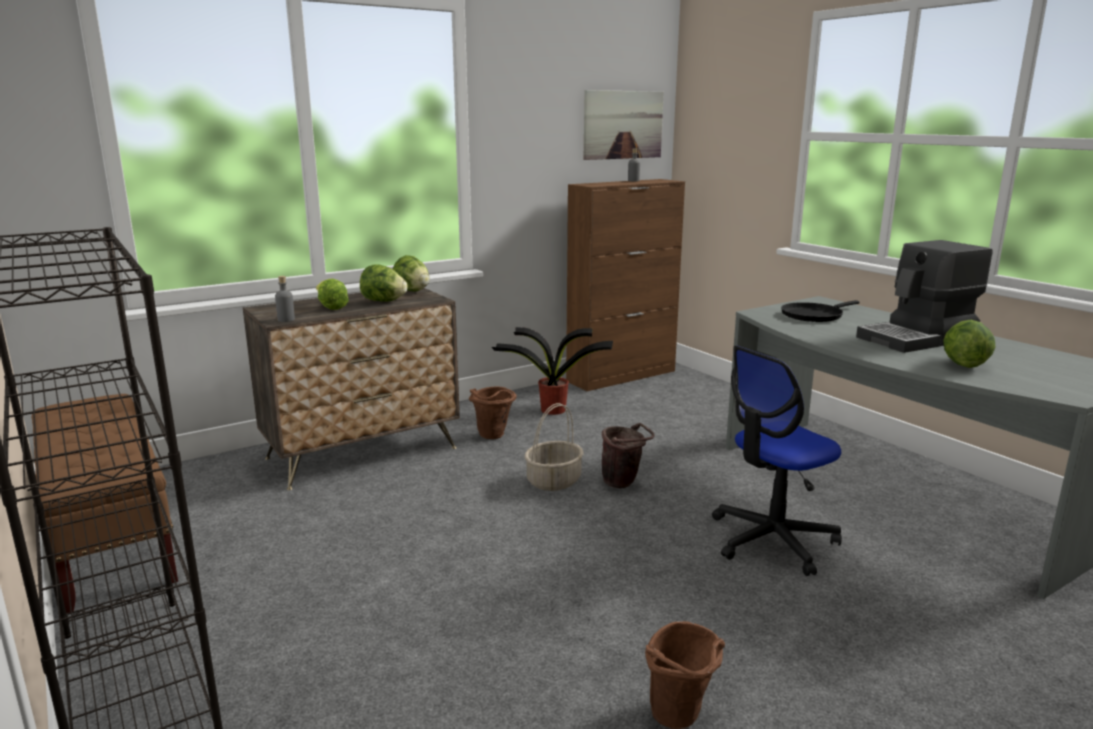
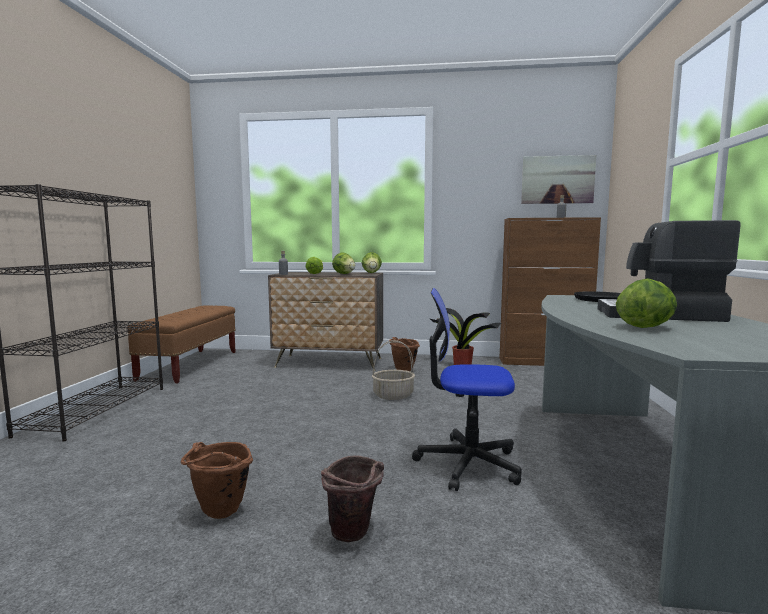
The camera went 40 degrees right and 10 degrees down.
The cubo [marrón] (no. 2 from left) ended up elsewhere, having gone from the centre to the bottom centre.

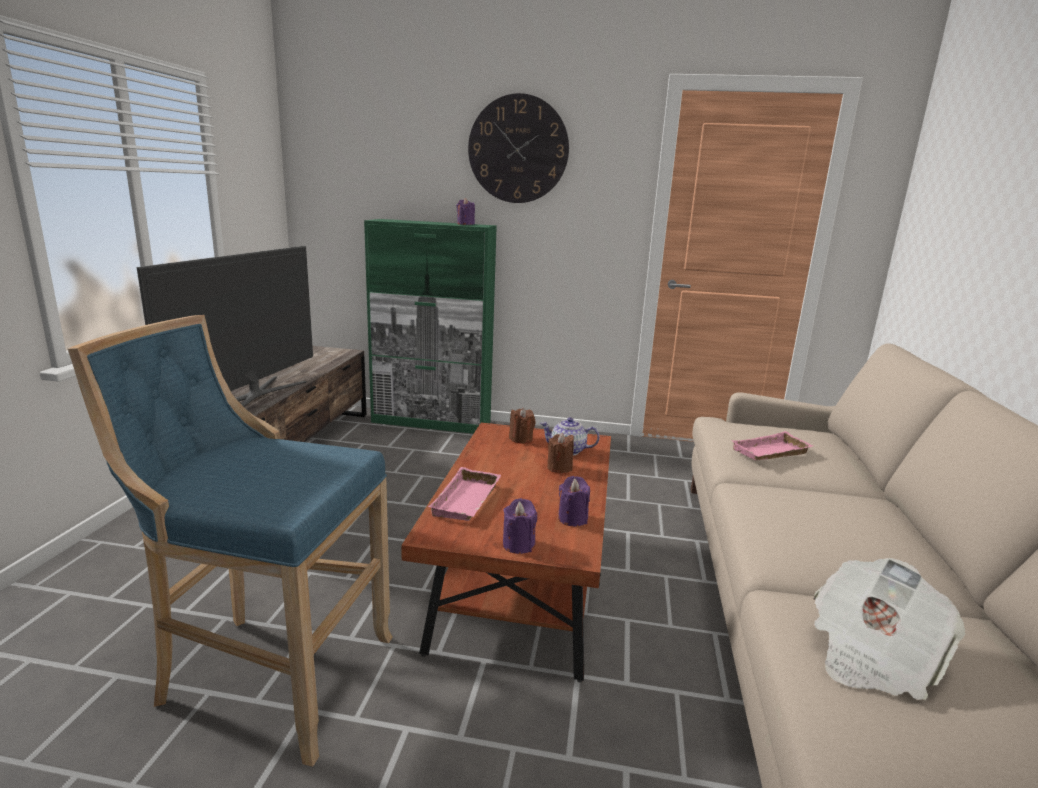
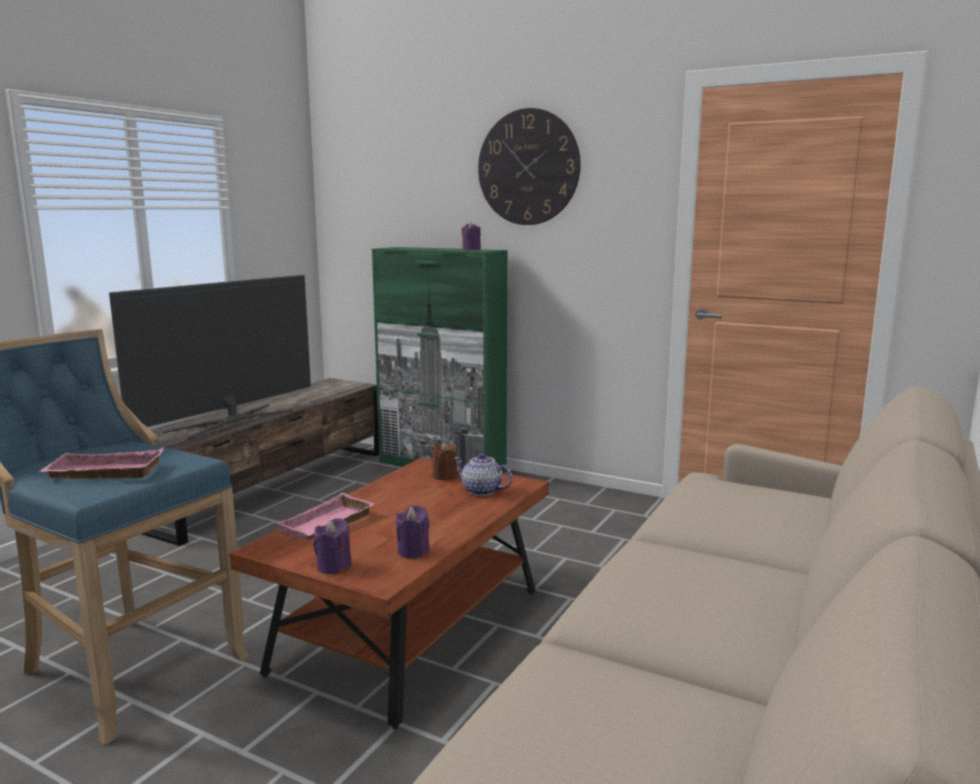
The camera went 20 degrees right and 5 degrees down.
The second view lost the vela [marrón] (no. 2 from left) at the centre.
The second view lost the periódico at the bottom right.
The bandeja [rosa] (no. 2 from left in the first image) ended up elsewhere, having gone from the middle right to the middle left.

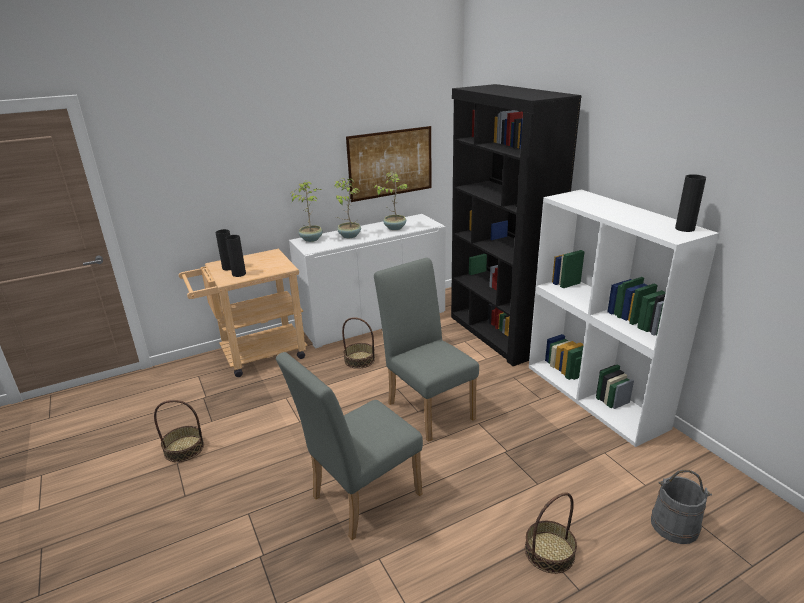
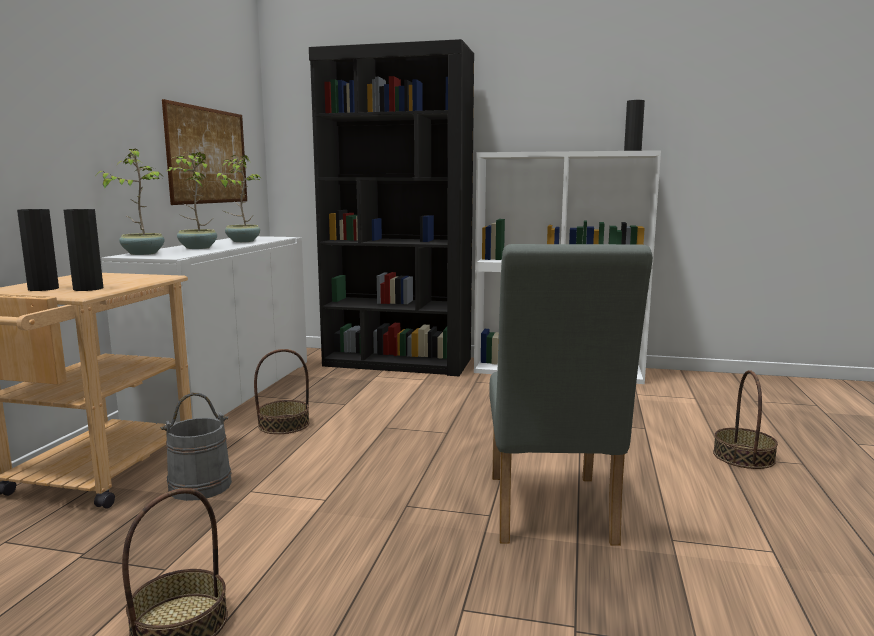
The camera went 50 degrees left and 15 degrees down.
The second view lost the silla [gris] (no. 2 from left) at the centre.
The cubo [gris] ended up elsewhere, having gone from the bottom right to the bottom left.

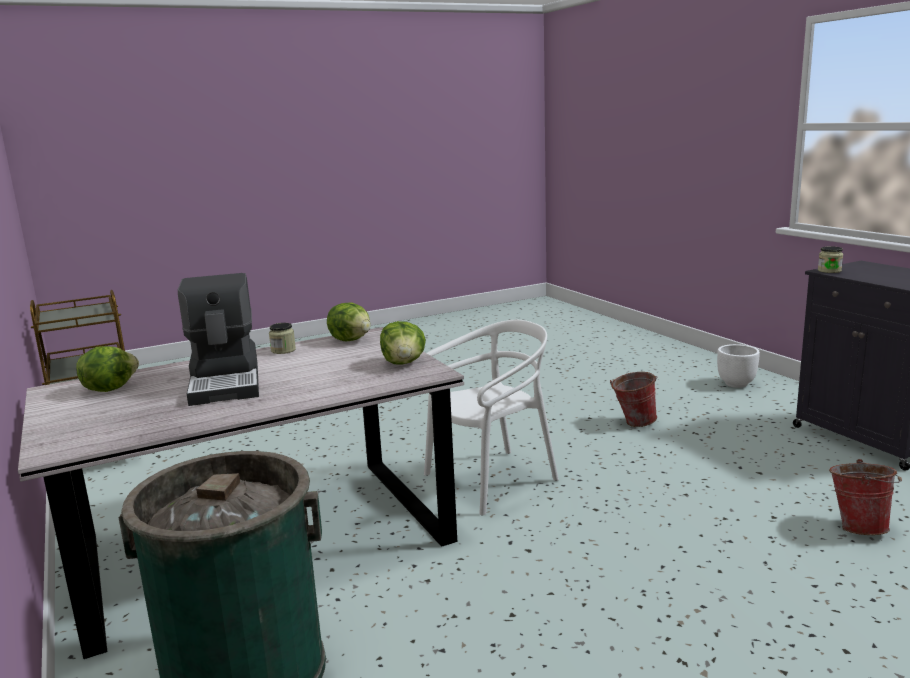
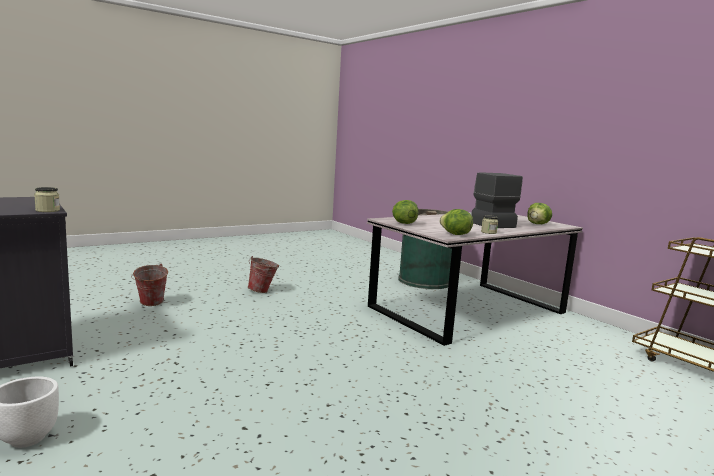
The camera went 170 degrees right and 5 degrees down.
The second view lost the silla [blanco] at the centre.
The cubo (no. 1 from left in the first image) ended up elsewhere, having gone from the middle right to the centre.

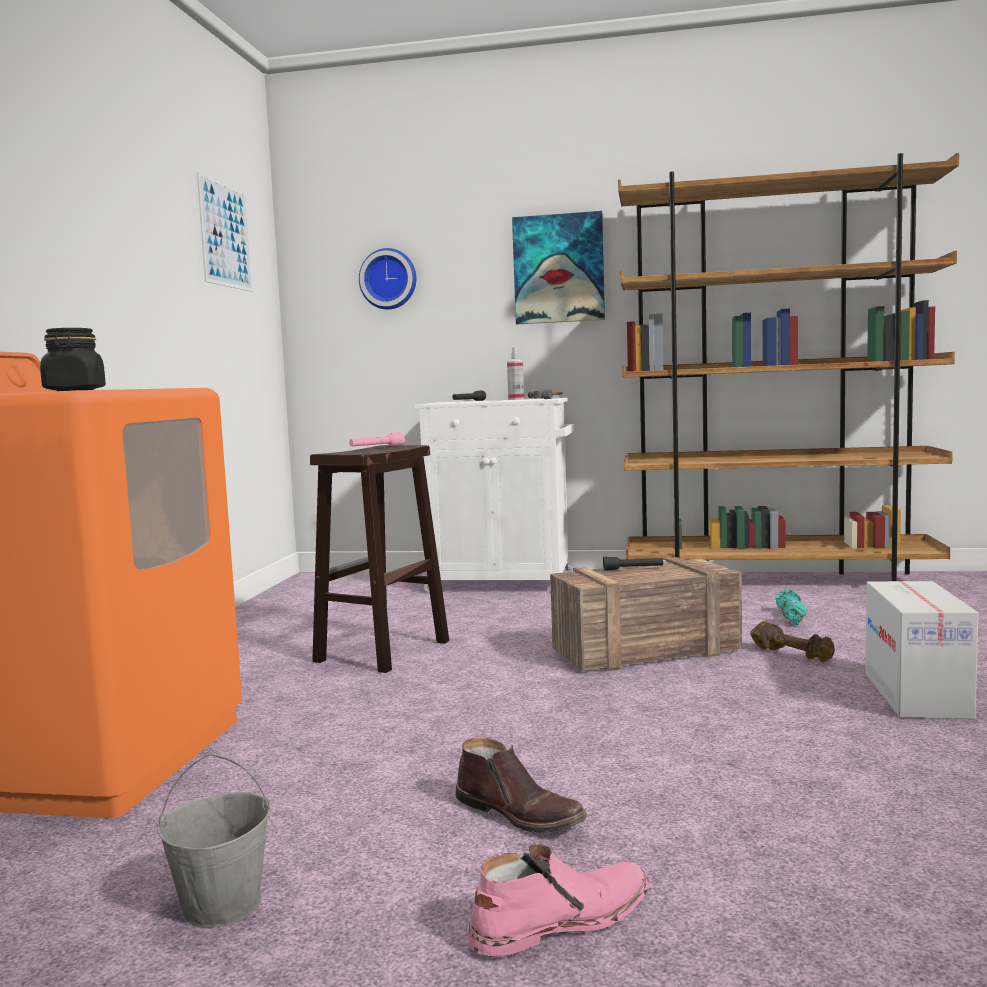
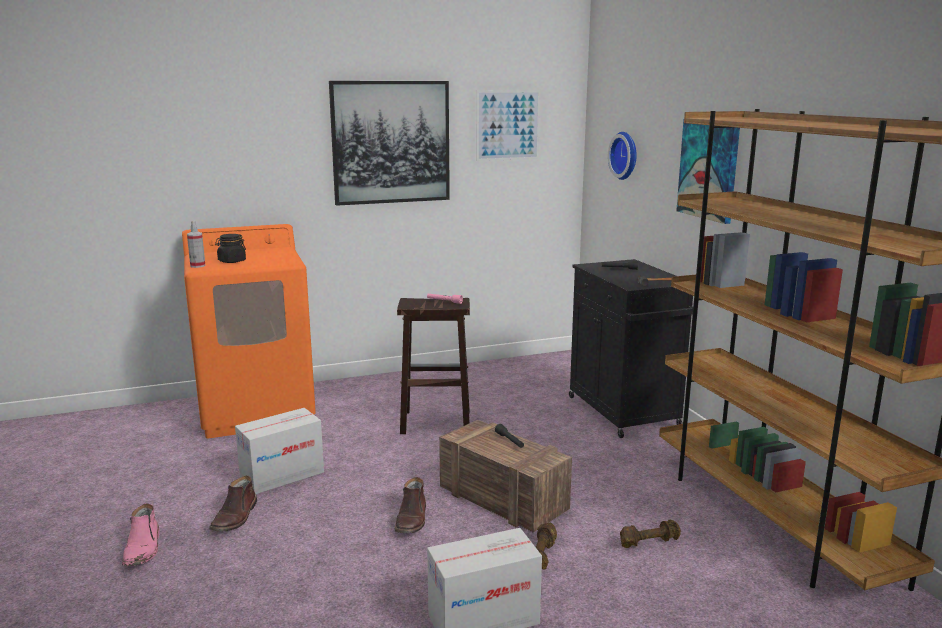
The camera went 60 degrees right and 10 degrees up.
The second view lost the cubo [gris] at the bottom left.
The second view gained the caja de cartón (no. 1 from left) at the bottom left.
The second view gained the cuadro (no. 1 from left) at the top centre.
The second view gained the bota [marrón] (no. 2 from left) at the bottom centre.
The pulverizador ended up elsewhere, having gone from the centre to the middle left.
What was the armario [blanco] at the centre turned into the armario [negro] at the middle right.
What was the mancuerna [turquesa] at the middle right turned into the mancuerna [marrón] (no. 2 from left) at the bottom right.
The bota [rosa] at the bottom centre ended up facing another way, 45 degrees clockwise from before.

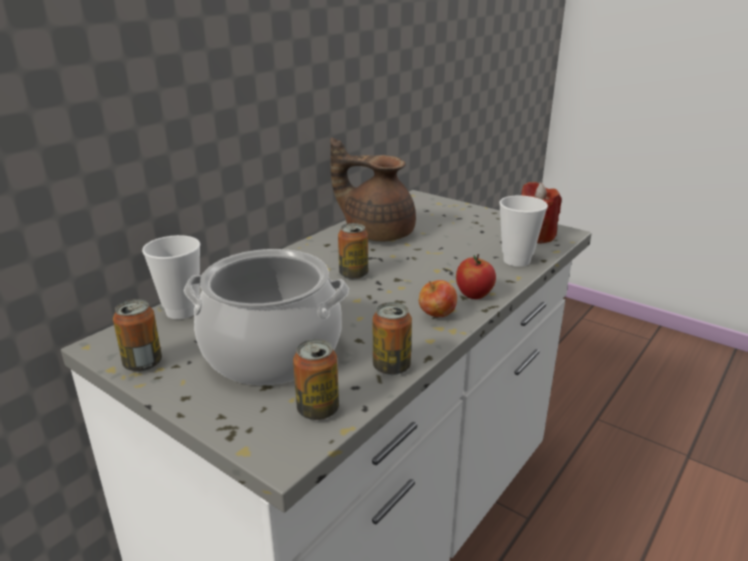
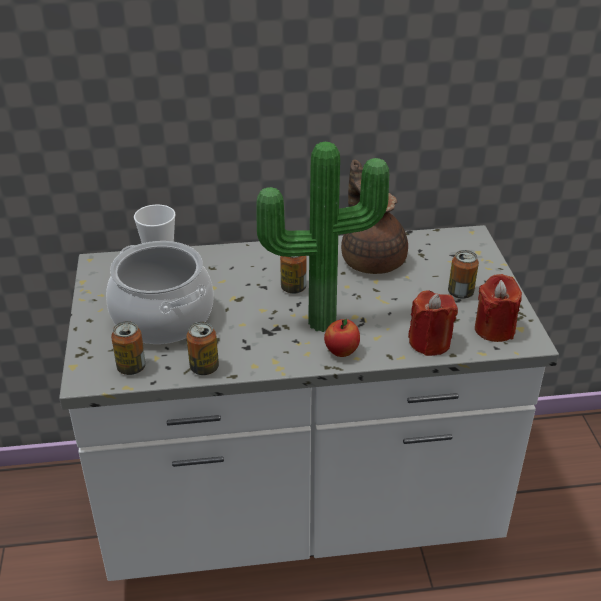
The camera went 45 degrees right and 10 degrees up.
The second view lost the manzana (no. 1 from left) at the centre.
The second view gained the planta en maceta at the centre.
The lata (no. 1 from left in the first image) ended up elsewhere, having gone from the middle left to the middle right.
Where the taza (no. 2 from left) stood at the middle right, the vela [rojo] (no. 1 from left) came to stand at the middle right.

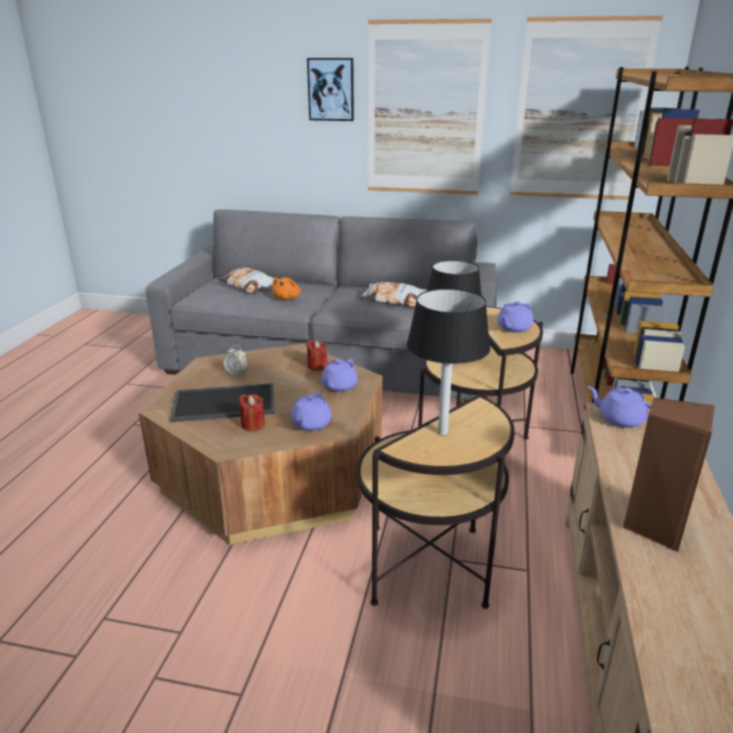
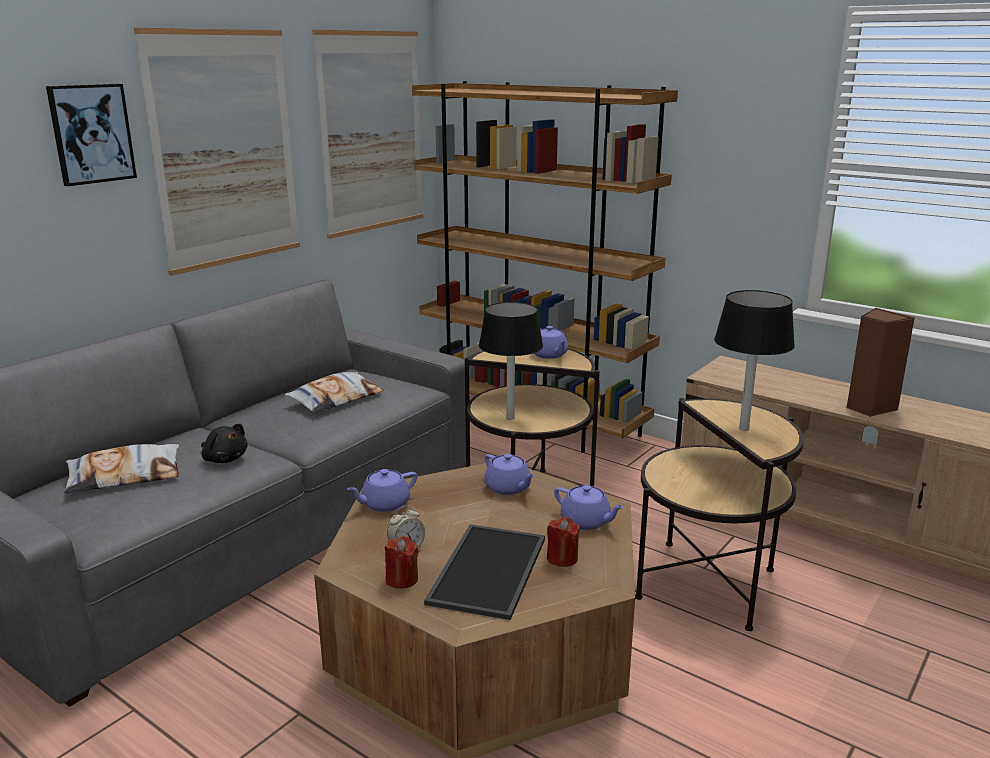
The camera went 65 degrees left and 5 degrees down.
The vela [rojo] (no. 2 from left in the first image) ended up elsewhere, having gone from the centre to the bottom centre.
The tetera [morado] (no. 4 from left in the first image) ended up elsewhere, having gone from the middle right to the centre.
What was the peluche [naranja] at the centre turned into the peluche [negro] at the middle left.

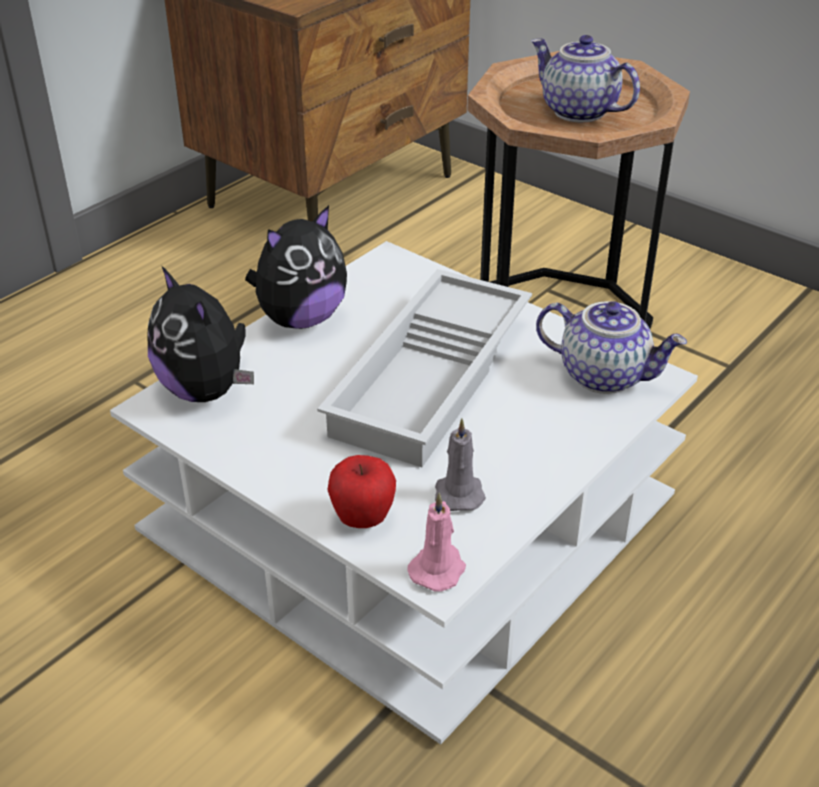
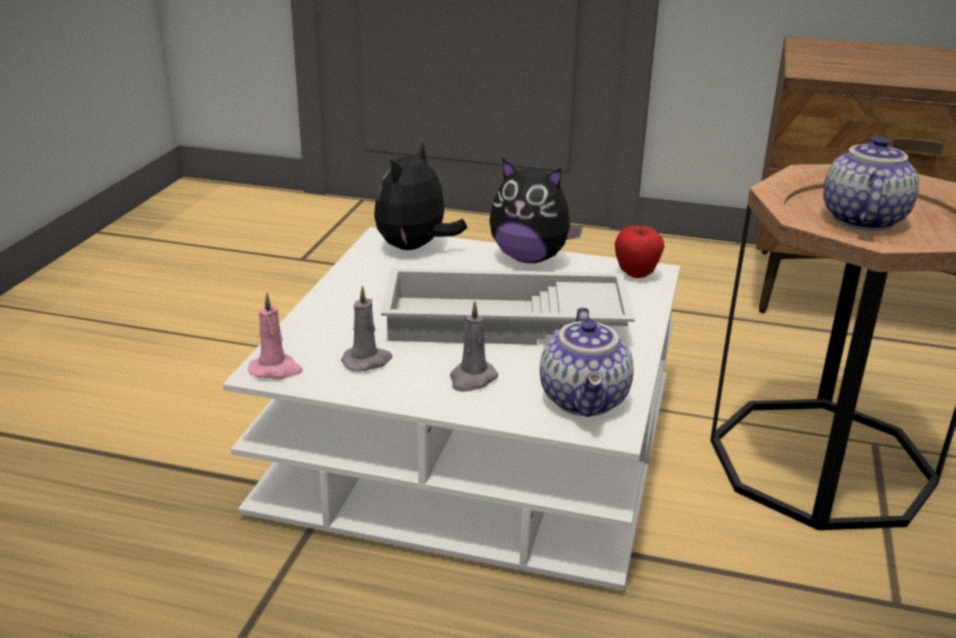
The camera went 65 degrees right and 10 degrees down.
The second view gained the vela [gris] (no. 2 from left) at the centre.
The manzana ended up elsewhere, having gone from the centre to the middle right.

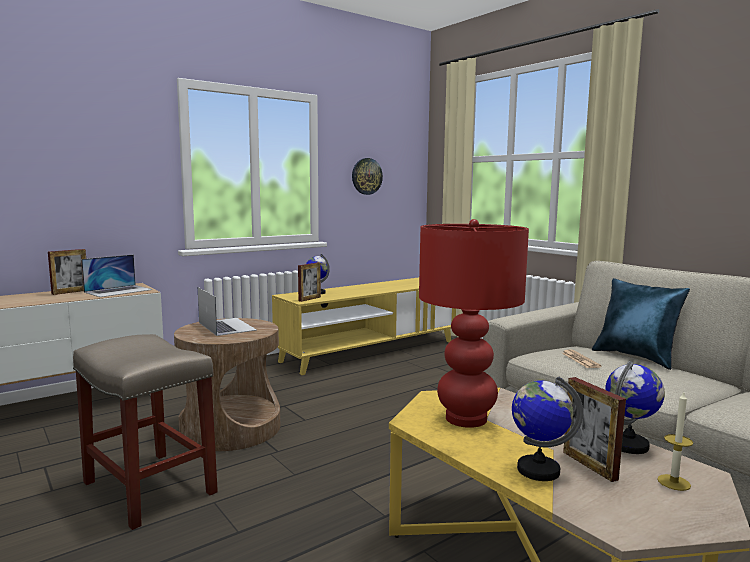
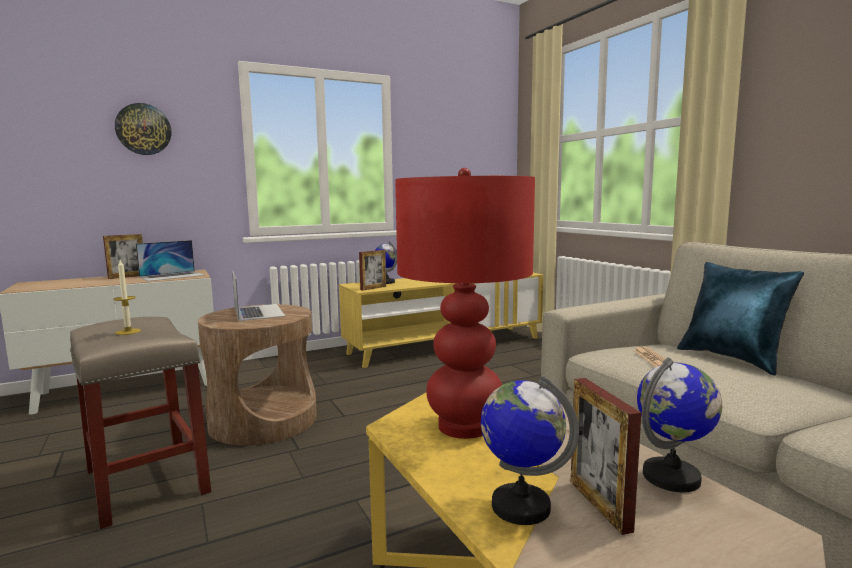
The camera went 10 degrees right and 0 degrees up.
The reloj de pared ended up elsewhere, having gone from the top centre to the top left.
The vela ended up elsewhere, having gone from the bottom right to the middle left.

